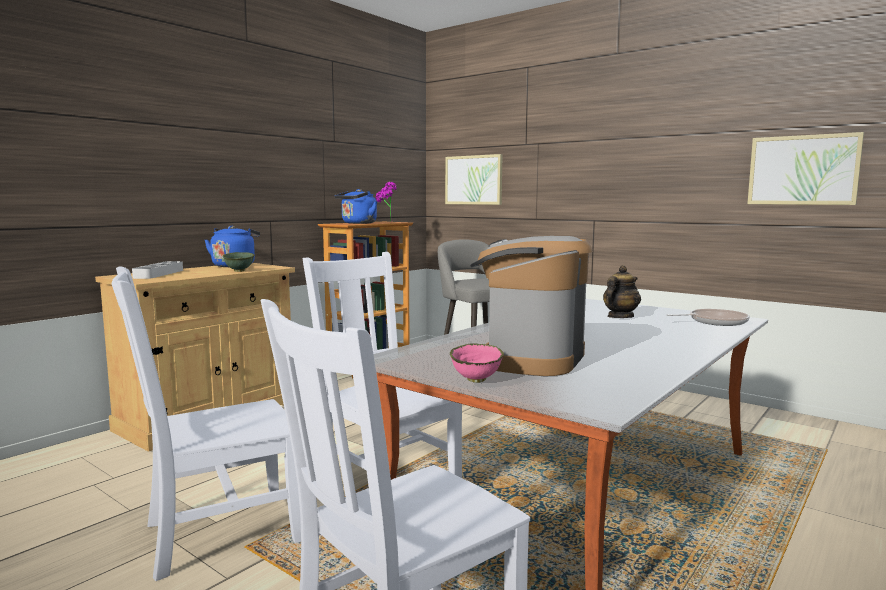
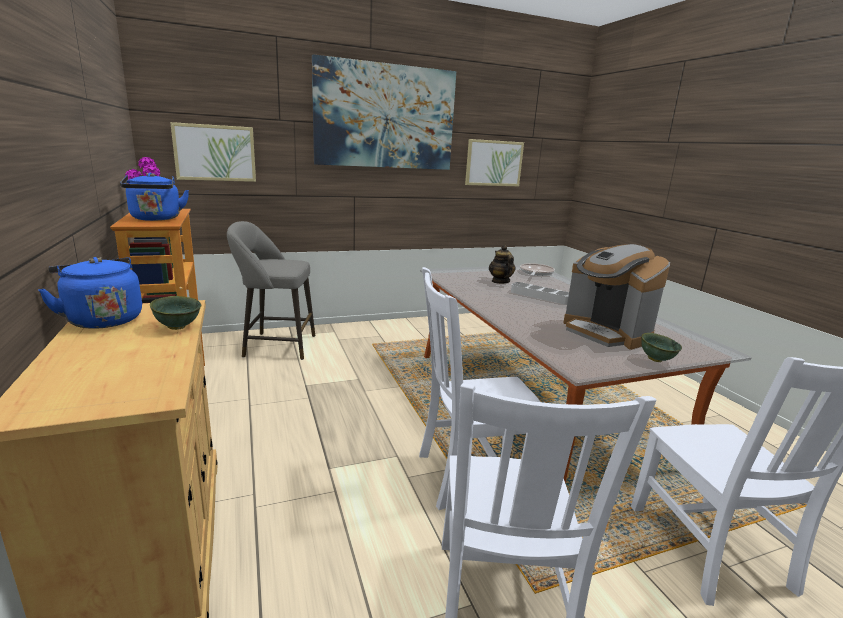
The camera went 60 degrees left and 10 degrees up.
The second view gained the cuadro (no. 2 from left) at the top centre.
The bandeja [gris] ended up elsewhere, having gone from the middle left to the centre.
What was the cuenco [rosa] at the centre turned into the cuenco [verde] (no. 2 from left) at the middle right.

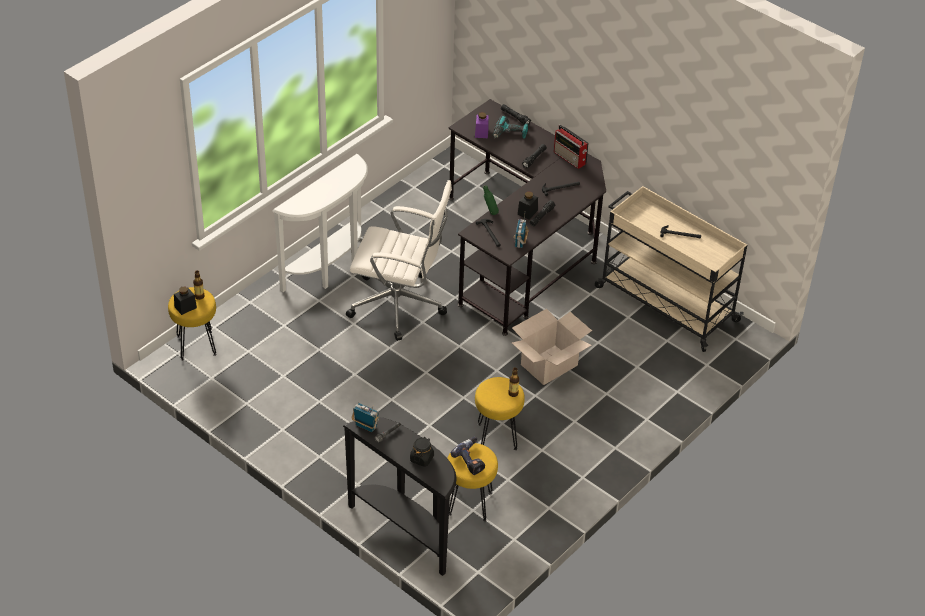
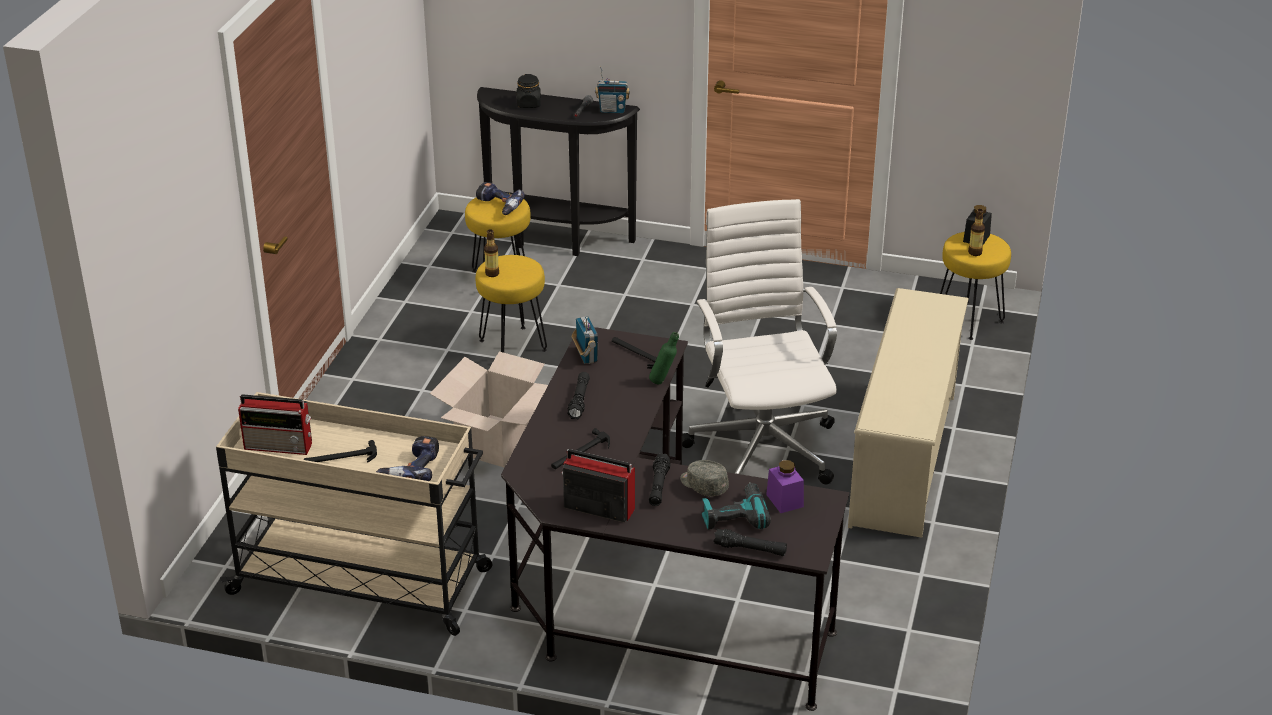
The camera went 155 degrees right and 10 degrees down.
The second view lost the tarro [negro] (no. 3 from left) at the top centre.
The second view gained the radio (no. 1 from left) at the middle left.
The second view gained the taladro (no. 1 from left) at the middle left.
The second view gained the gorra [gris] at the bottom centre.
Where the mesa consola [blanco] stood at the centre, the zapatero [beis] came to stand at the middle right.
The silla de oficina [blanco] at the centre ended up facing another way, 90 degrees clockwise from before.

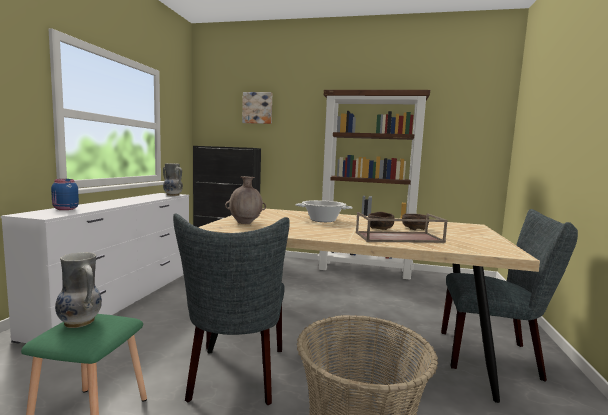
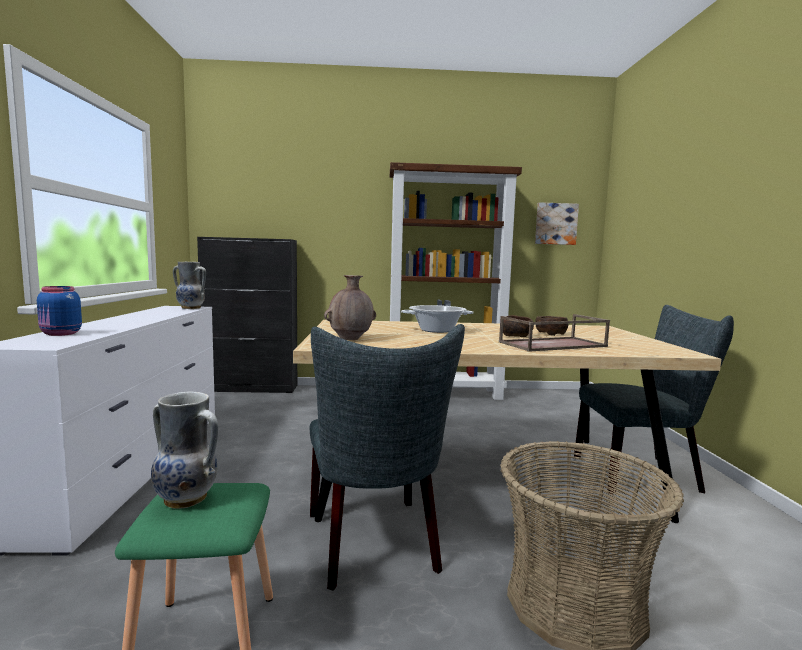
The camera went 15 degrees left and 0 degrees up.
The cuadro ended up elsewhere, having gone from the top centre to the middle right.

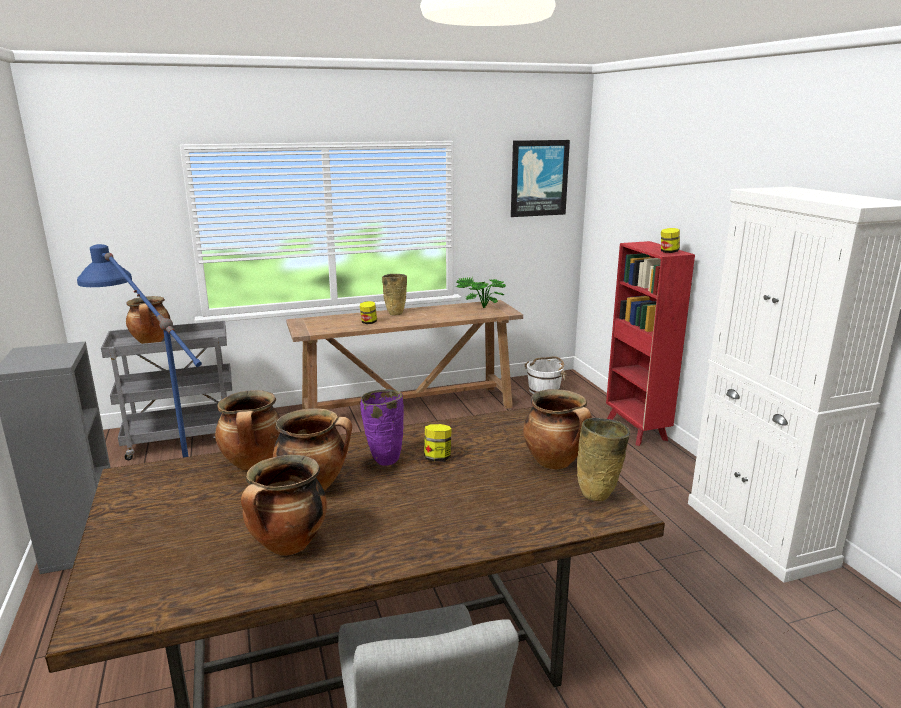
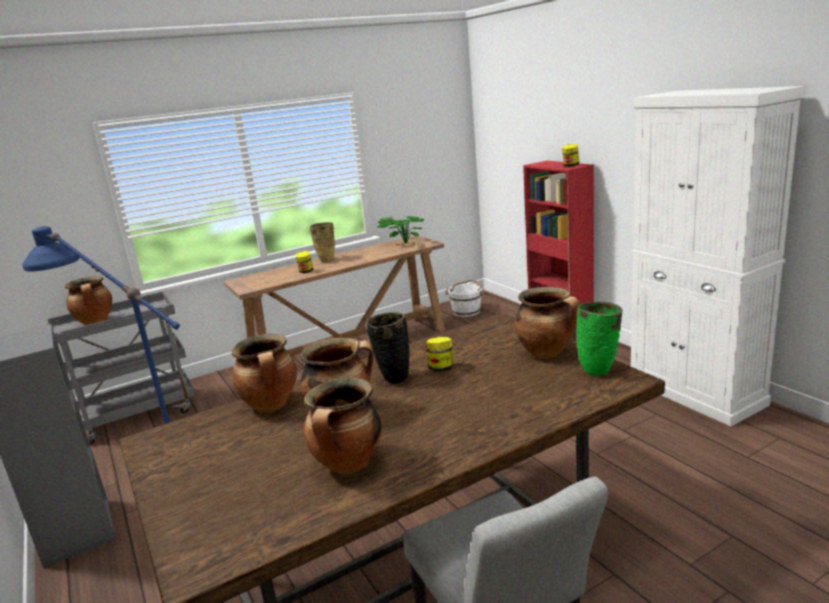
The camera went 10 degrees left and 0 degrees up.
The second view lost the cuadro at the top centre.
What was the florero [morado] at the centre turned into the florero [negro] at the centre.
What was the florero [beis] (no. 2 from left) at the middle right turned into the florero [verde] at the middle right.

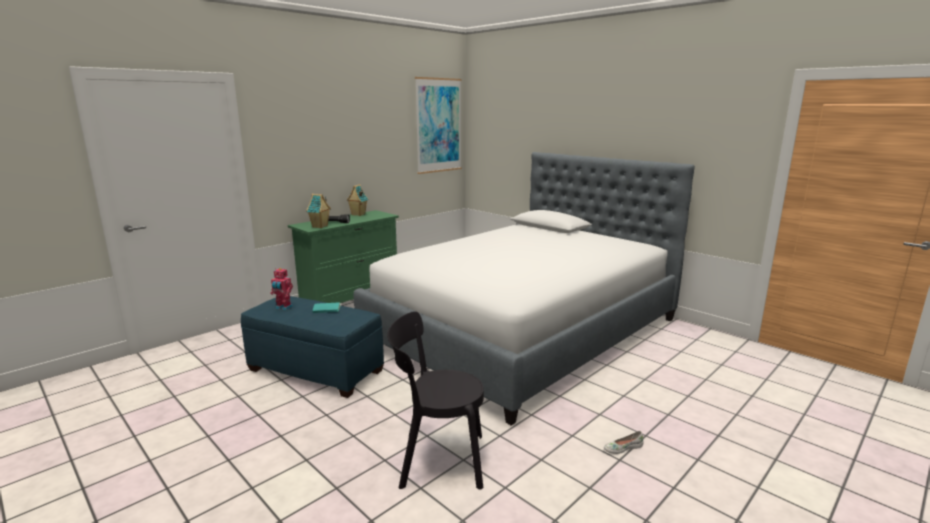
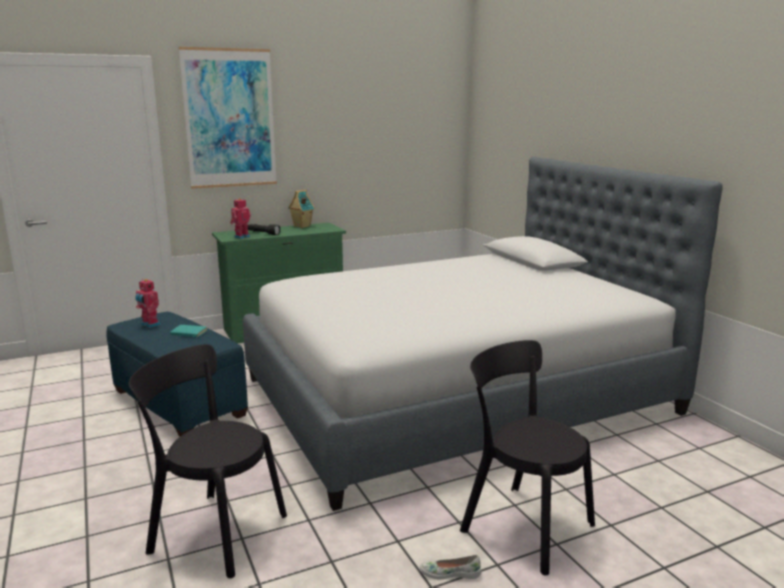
The camera went 20 degrees right and 0 degrees up.
The second view gained the silla [negro] (no. 2 from left) at the bottom right.
The cuadro ended up elsewhere, having gone from the top centre to the top left.
Where the casita (no. 1 from left) stood at the centre, the robot de juguete (no. 2 from left) came to stand at the middle left.

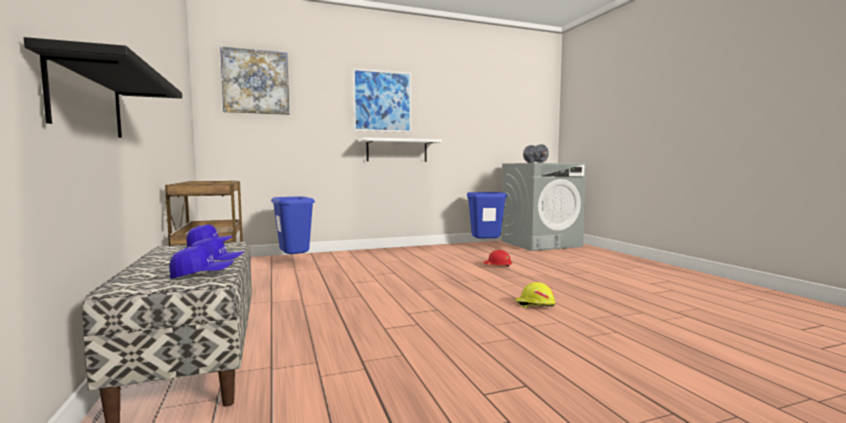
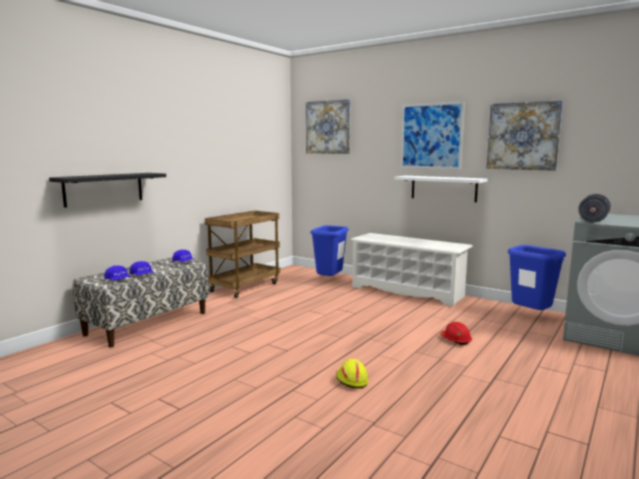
The camera went 55 degrees right and 5 degrees up.
The second view gained the zapatero [blanco] at the centre.
The second view gained the cuadro (no. 3 from left) at the top right.

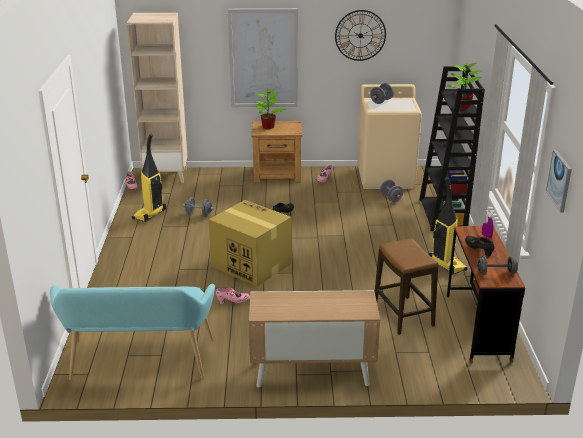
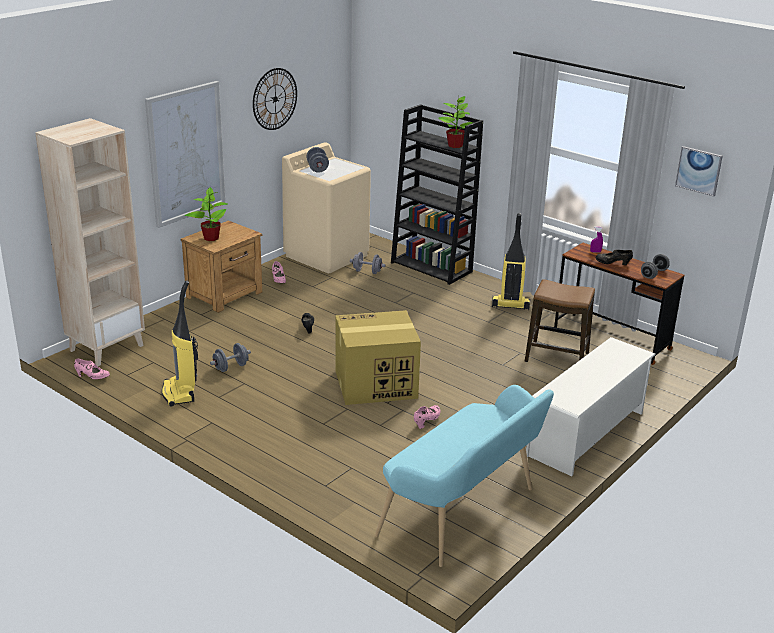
The camera went 50 degrees left and 0 degrees up.
Where the armario stood at the bottom centre, the zapatero [blanco] came to stand at the middle right.

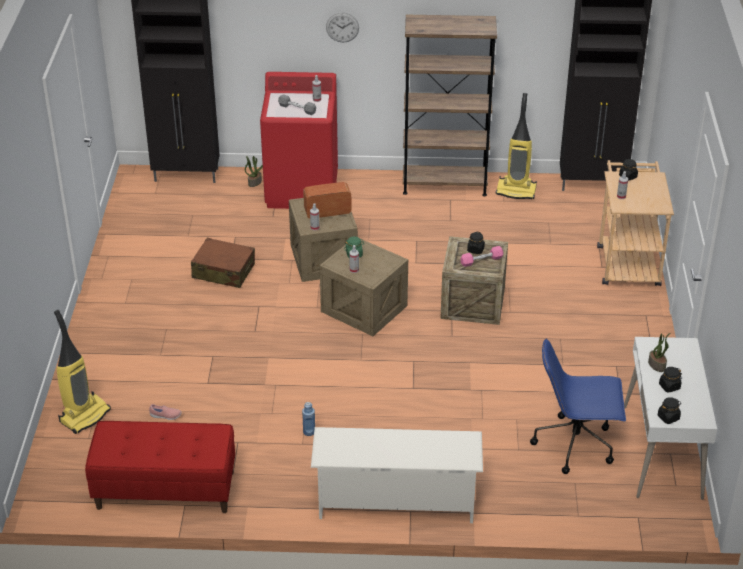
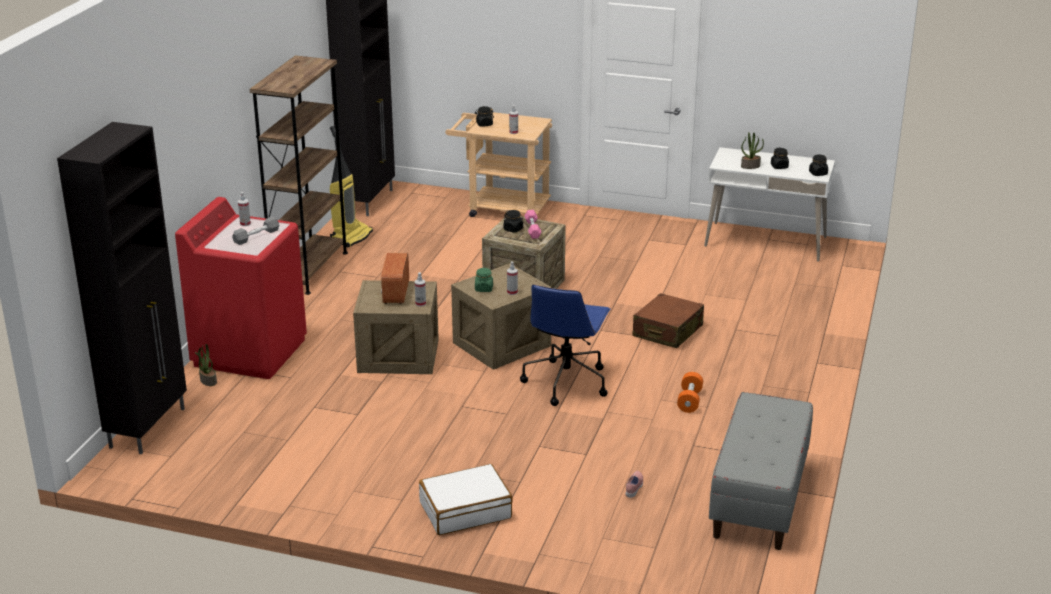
The camera went 75 degrees left and 10 degrees down.
The second view lost the aspiradora (no. 1 from left) at the middle left.
The second view lost the zapatero [blanco] at the bottom centre.
The second view lost the reloj de pared at the top centre.
The second view gained the maleta [blanco] at the bottom centre.
The maleta [marrón] ended up elsewhere, having gone from the middle left to the centre.
The silla de oficina [azul] ended up elsewhere, having gone from the bottom right to the centre.
Where the botella [azul] stood at the bottom centre, the mancuerna [naranja] came to stand at the centre.
What was the banco [rojo] at the bottom left turned into the banco [gris] at the bottom right.

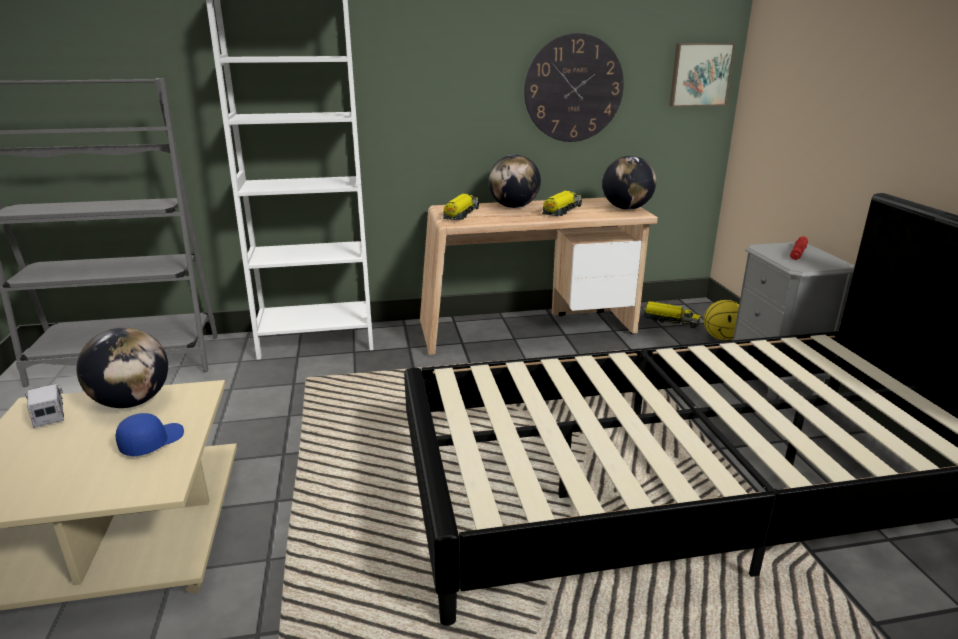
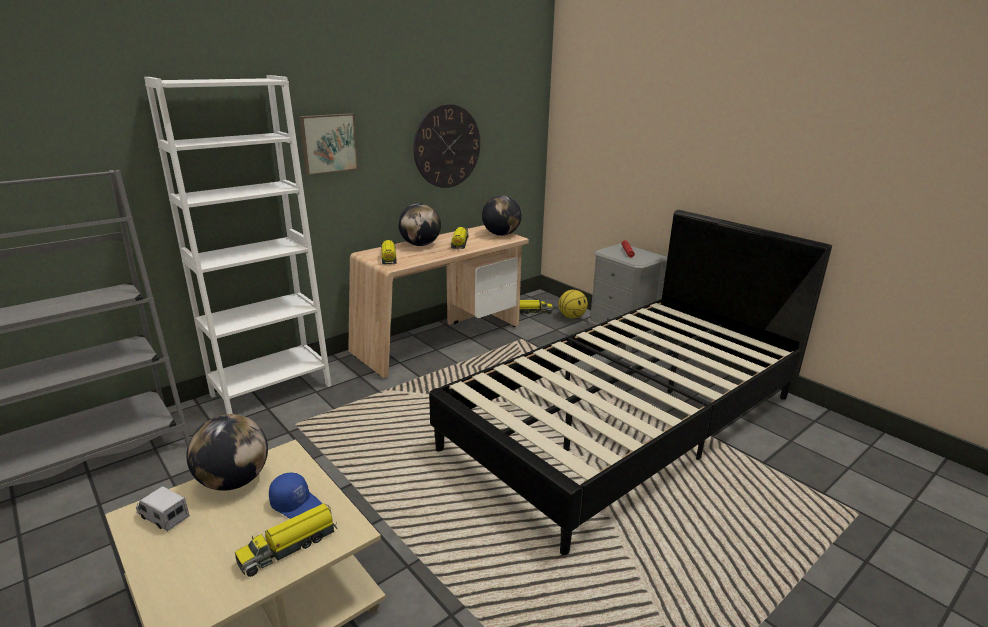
The camera went 30 degrees left and 0 degrees up.
The second view gained the camión de juguete (no. 2 from left) at the bottom left.
The cuadro ended up elsewhere, having gone from the top right to the top left.
The gorra [azul] at the bottom left ended up facing another way, 120 degrees clockwise from before.

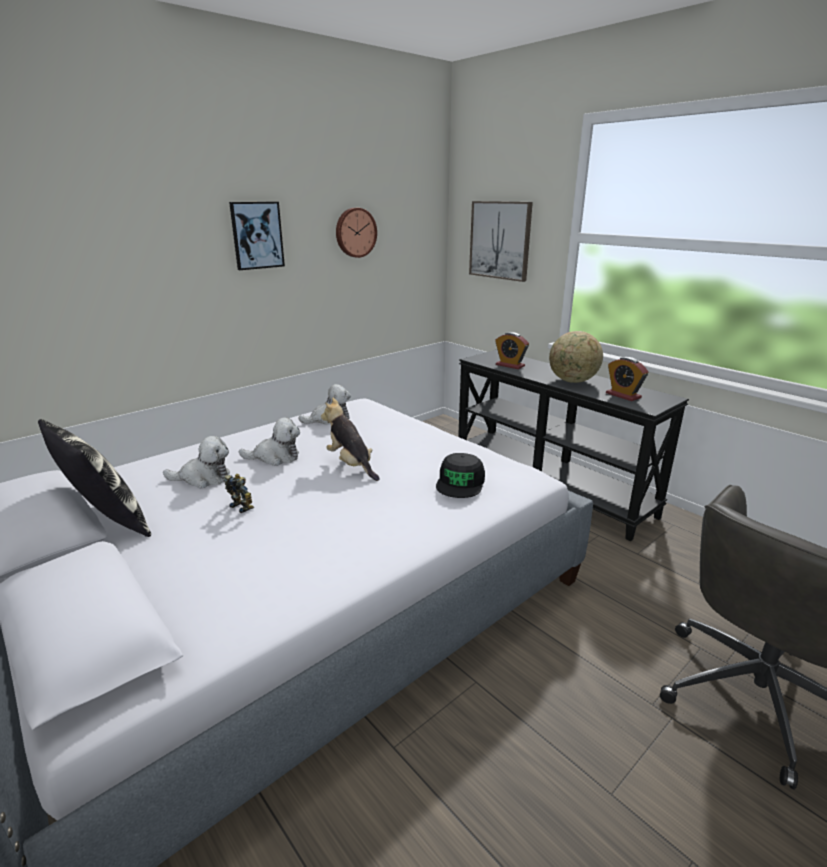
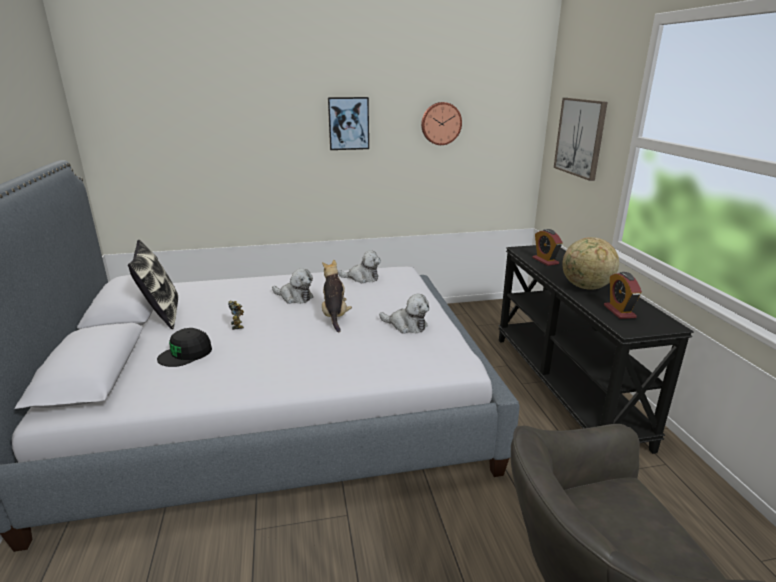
The camera went 30 degrees right and 0 degrees up.
The peluche (no. 1 from left in the first image) ended up elsewhere, having gone from the middle left to the centre.
The gorra [negro] ended up elsewhere, having gone from the centre to the middle left.

